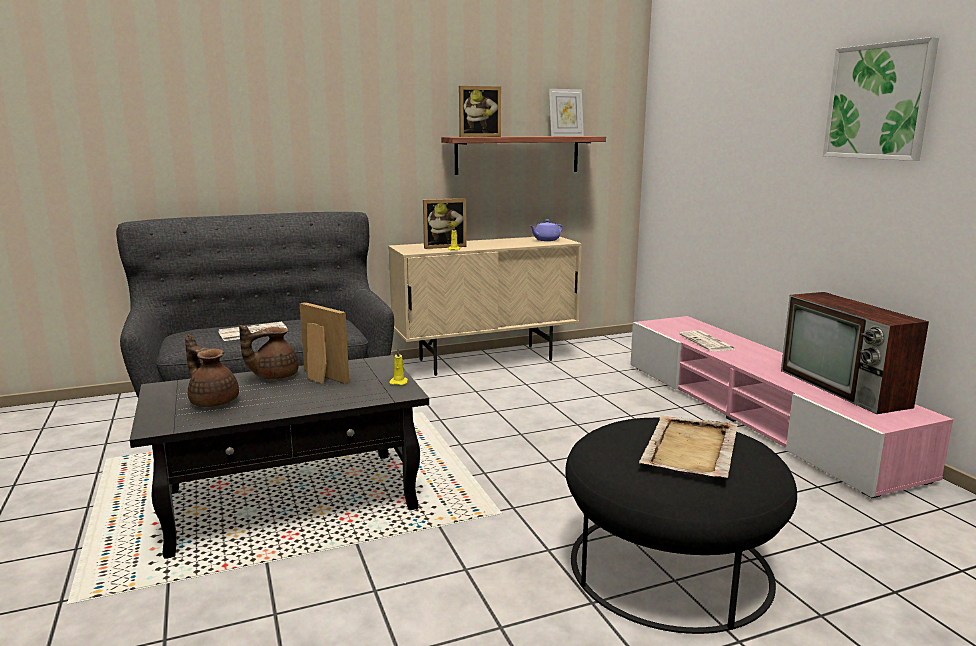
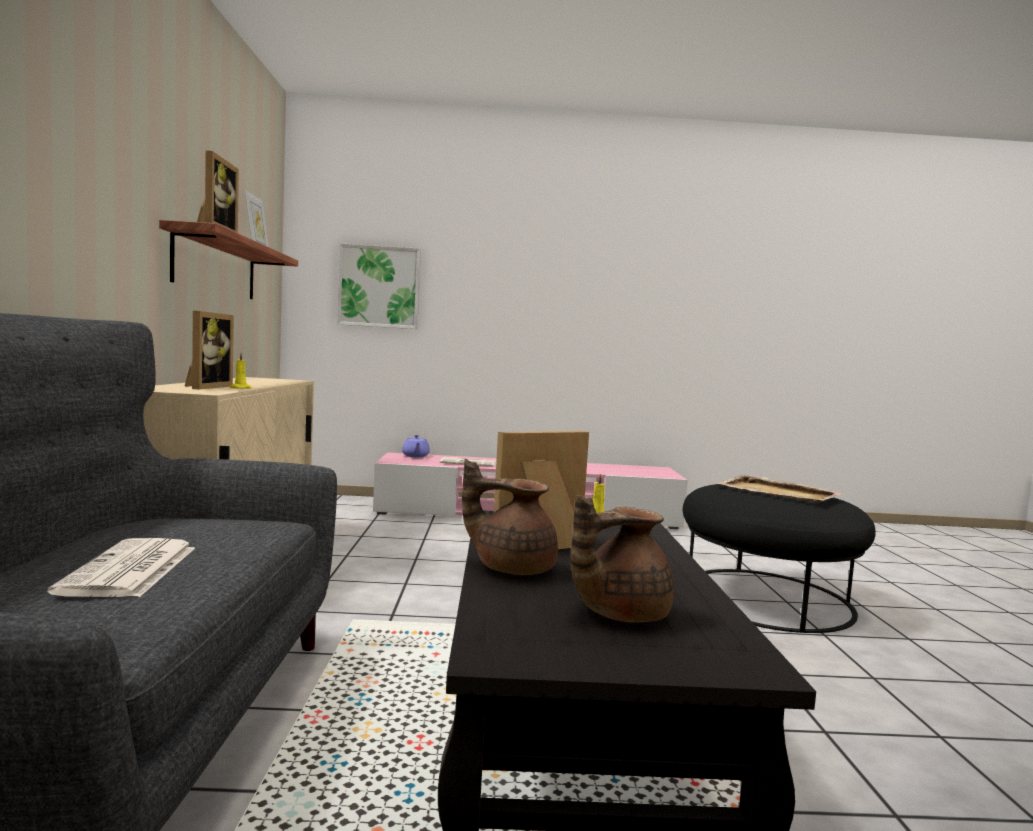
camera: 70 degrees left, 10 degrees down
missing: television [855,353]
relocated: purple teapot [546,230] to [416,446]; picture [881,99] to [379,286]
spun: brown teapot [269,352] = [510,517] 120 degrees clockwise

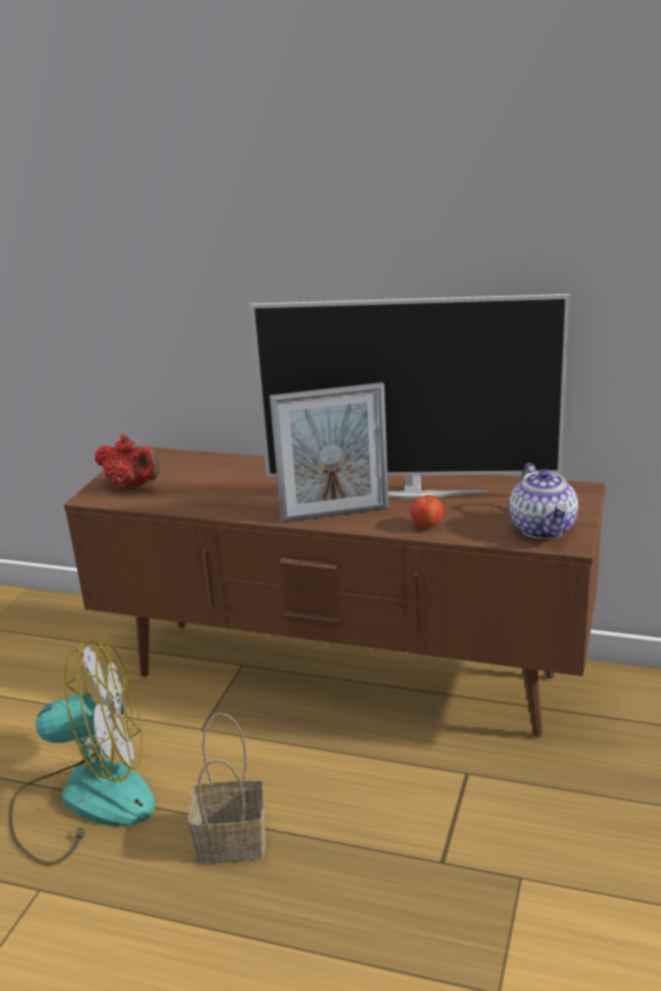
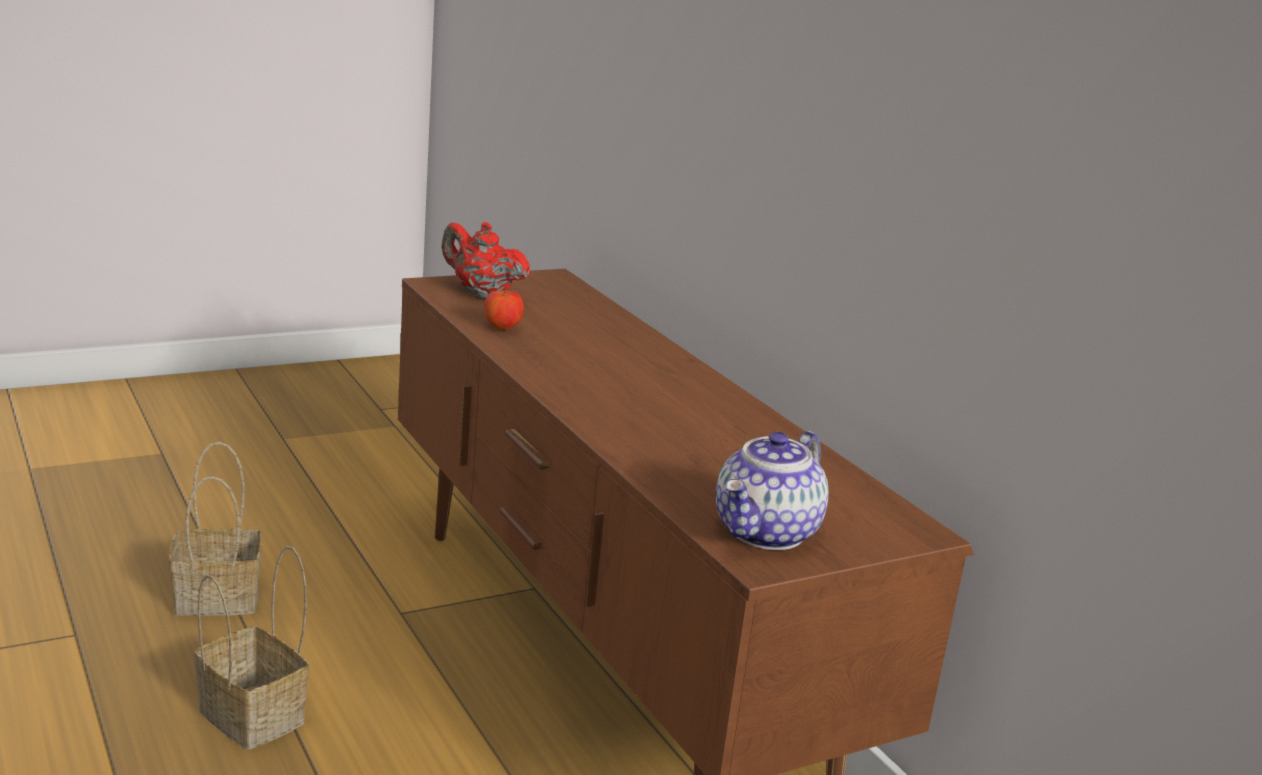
camera: 40 degrees right, 5 degrees down
missing: television [410,396]; picture frame [329,452]
relocated: apple [427,511] to [504,309]
exchanged: fan [82,752] to basket [215,529]
spun: red teapot [127,462] = [486,260] 135 degrees clockwise

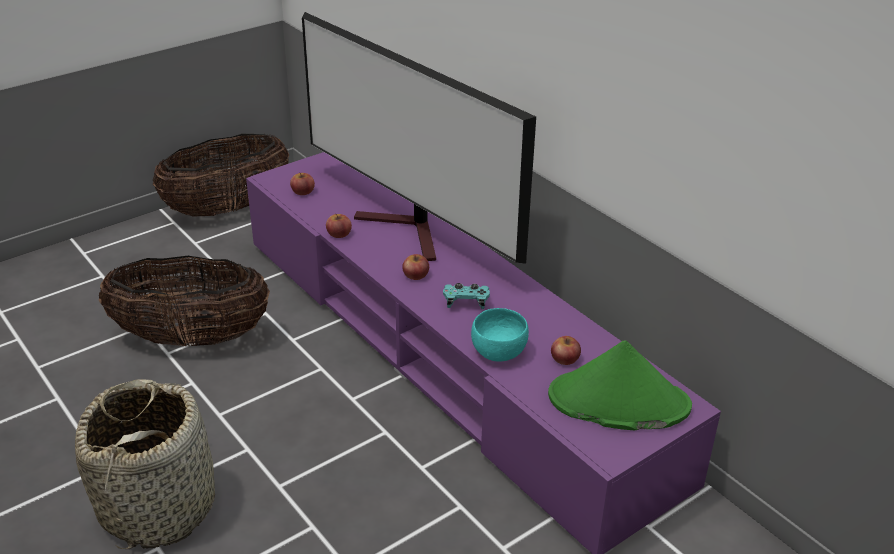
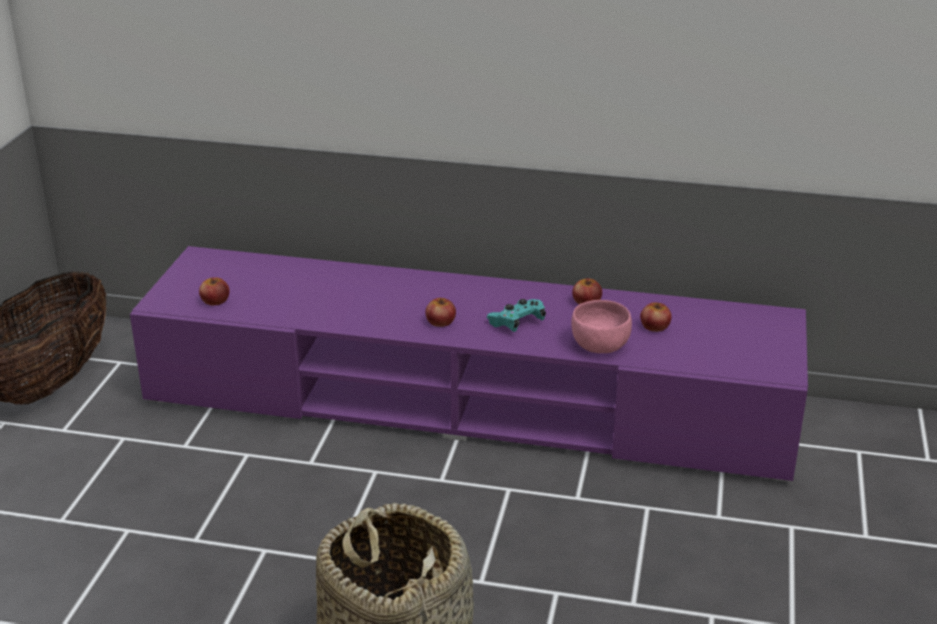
camera: 40 degrees left, 5 degrees down
missing: basket [184,301]; television [419,138]; green hat [620,385]
relocated: apple [339,226] to [587,291]
colour: turquoise bowl [500,335] to pink bowl [601,326]

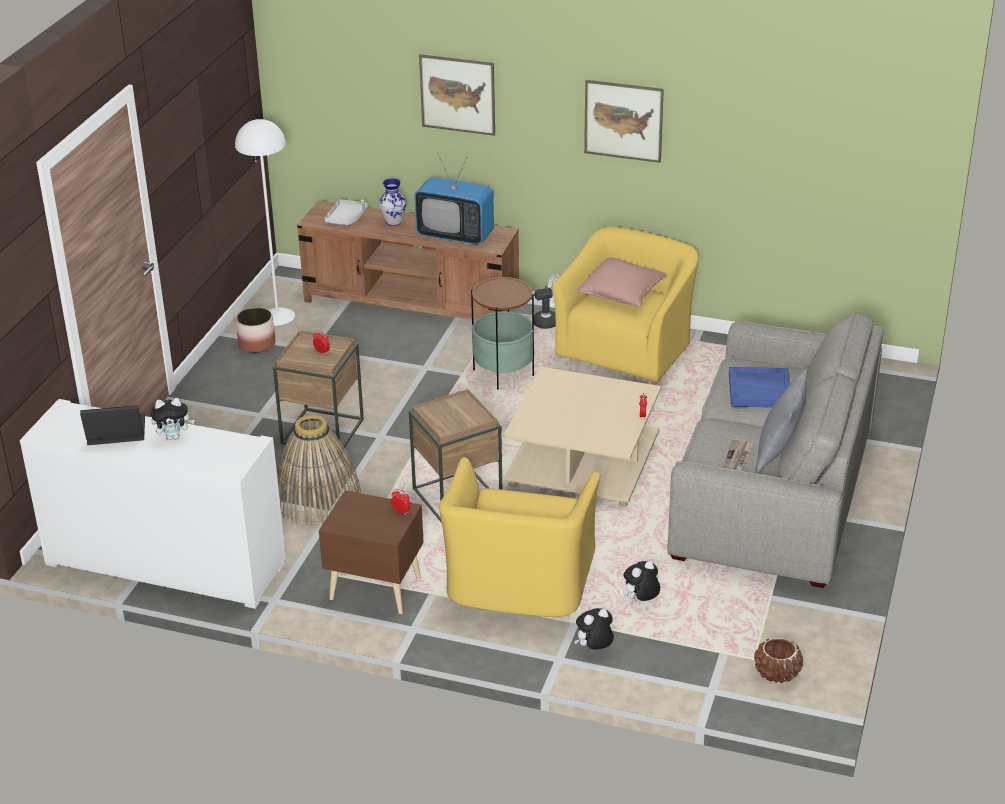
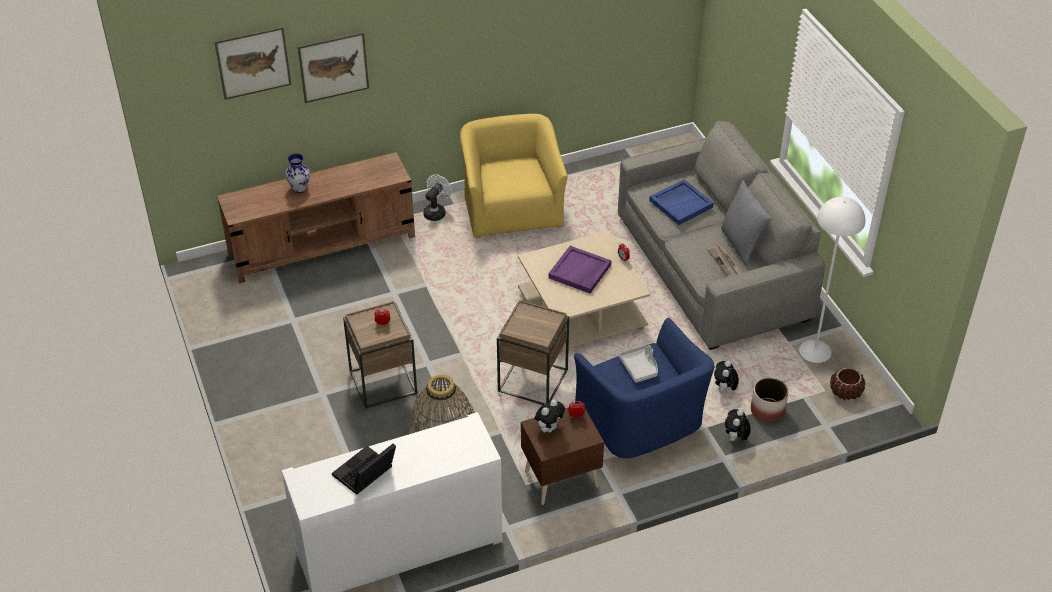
camera: 40 degrees left, 10 degrees up
missing: television [454,199]; side table [502,333]; pink pillow [621,282]
appeared: purple tray [579,270]
relocated: plush toy [172,419] to [550,416]; white floor lamp [265,222] to [832,280]; planter [255,330] to [769,400]; grey tray [346,212] to [638,364]; picture [624,121] to [252,63]
colour: yellow armchair [520,537] to blue armchair [644,388]

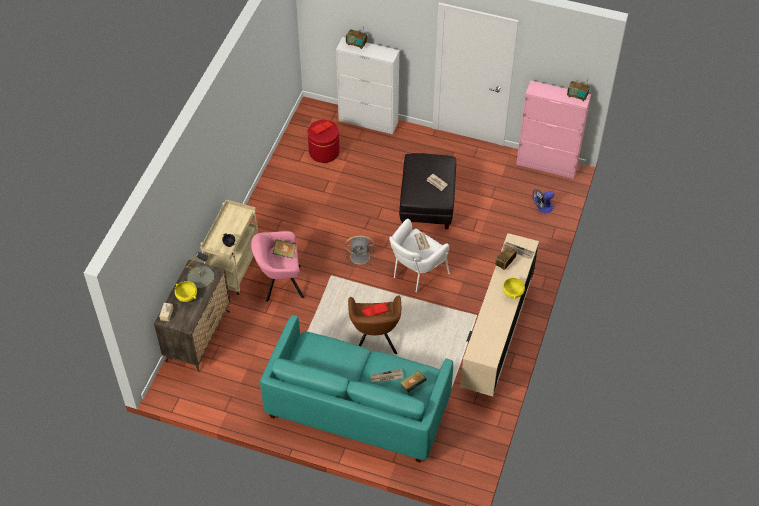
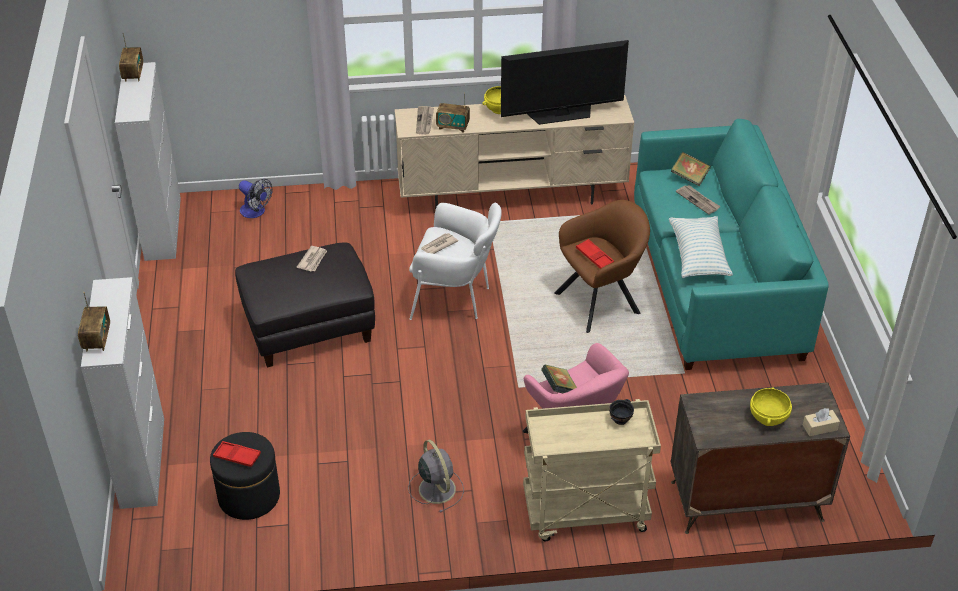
camera: 115 degrees left, 10 degrees down
missing: grey table lamp [200,269]
appeared: television [565,82]; pillow [701,247]
relocated: grey fan [360,252] to [436,476]
colour: red ottoman [324,141] to black ottoman [245,476]; pink cabinet [553,129] to white cabinet [148,161]

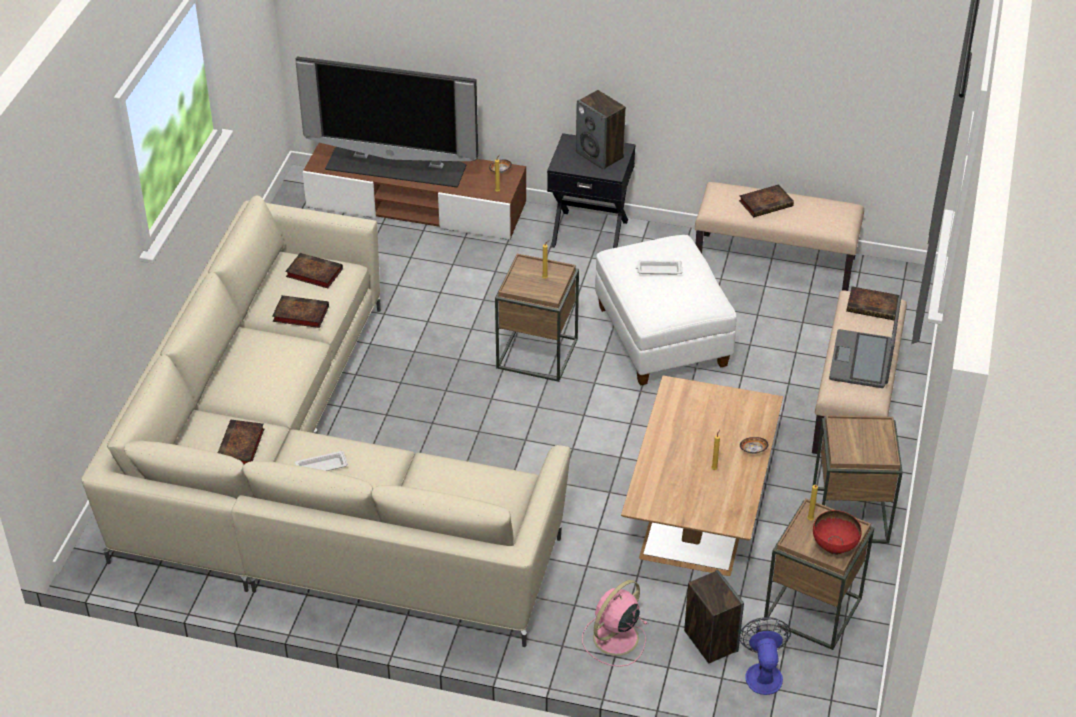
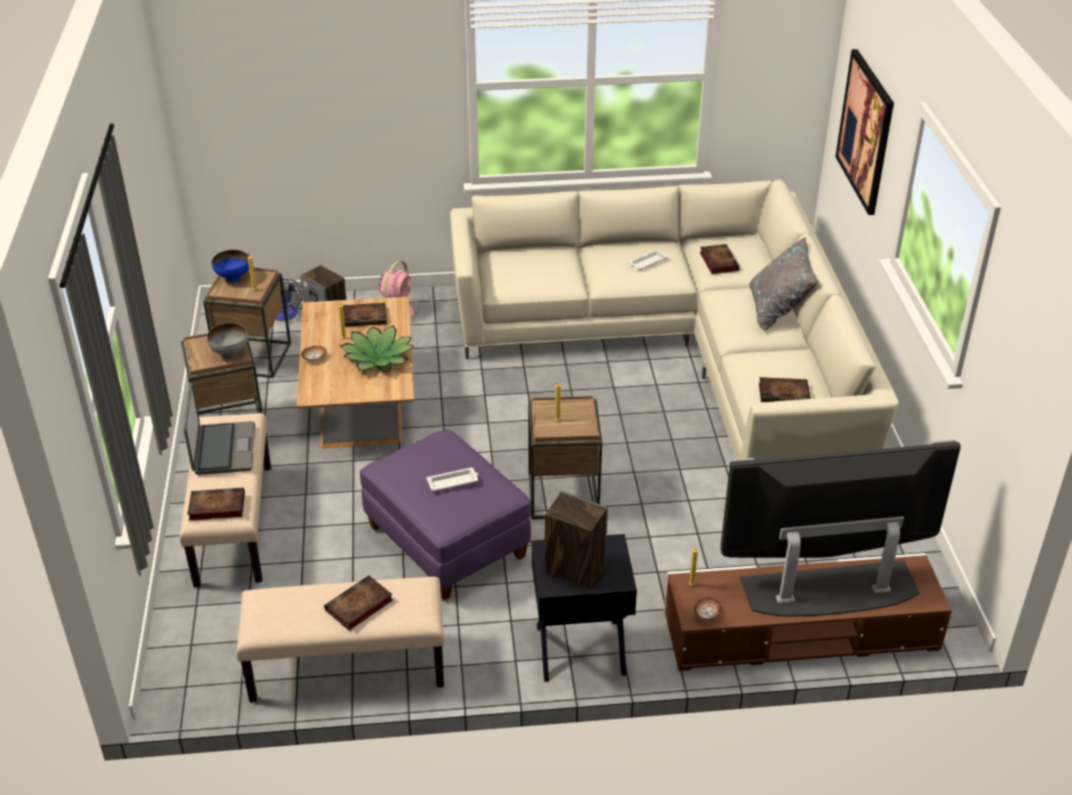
camera: 160 degrees right, 5 degrees down
appeared: grey bowl [227,341]; potted plant [377,348]; grey pillow [784,284]; picture [864,132]
relocated: book [300,311] to [365,315]
colour: white ottoman [666,310] to purple ottoman [445,515]; red bowl [837,532] to blue bowl [230,266]

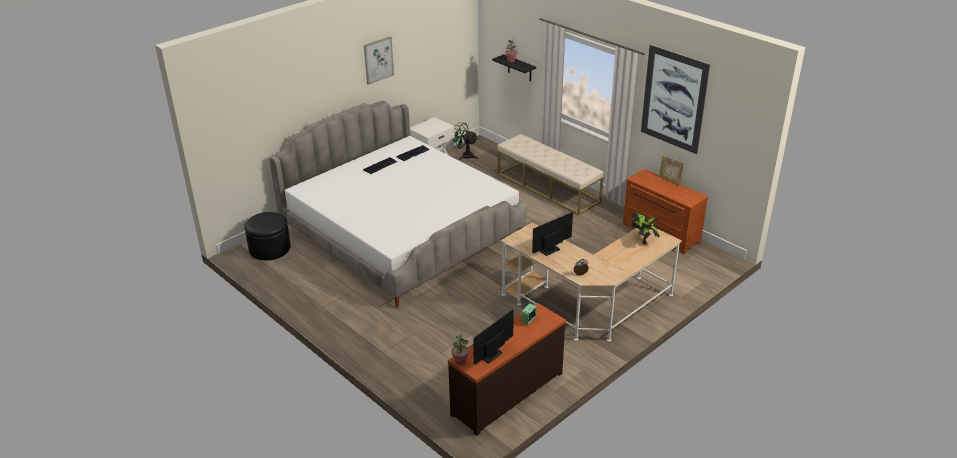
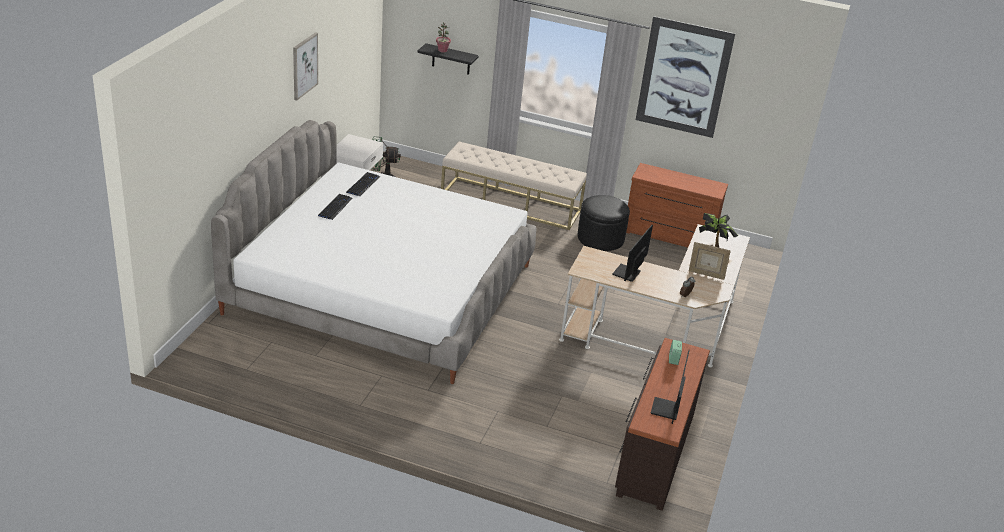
camera: 30 degrees left, 0 degrees up
missing: potted plant [460,349]
relocated: black ottoman [267,236] to [604,223]; picture frame [671,170] to [710,261]

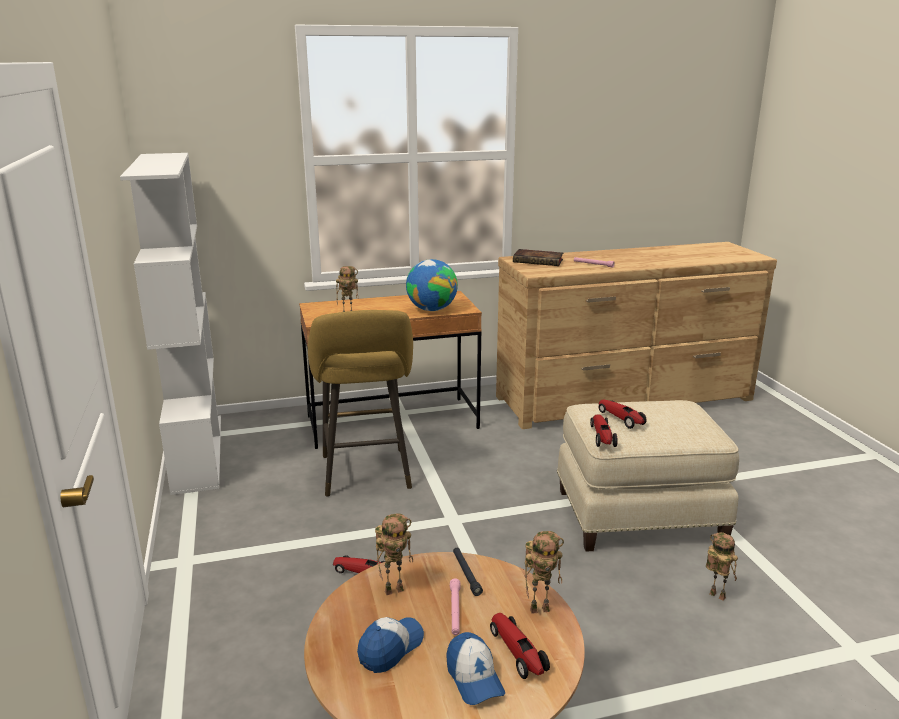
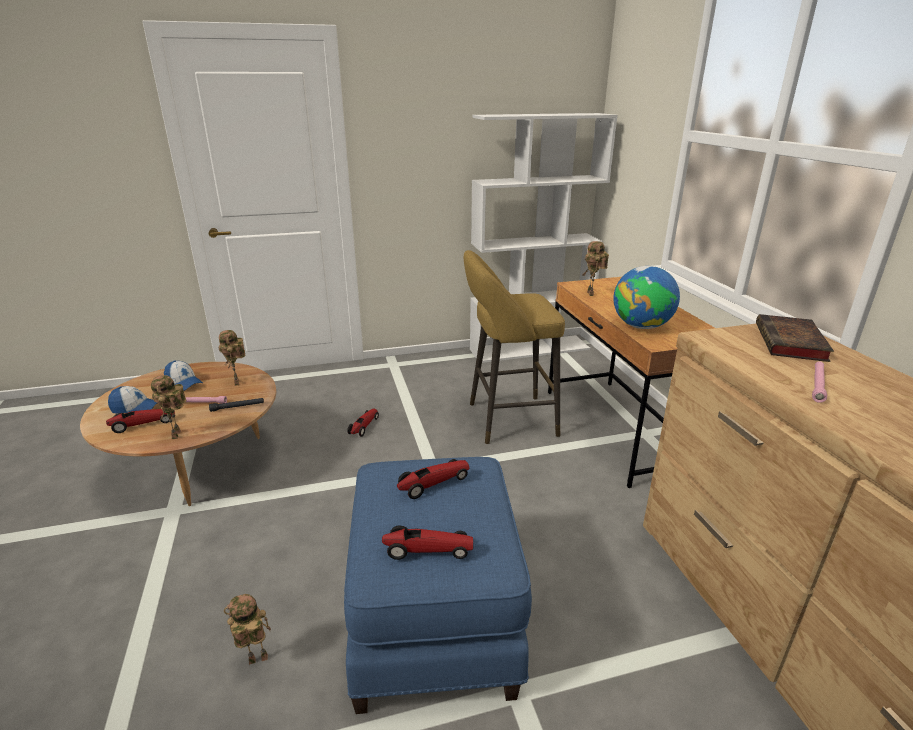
camera: 90 degrees right, 5 degrees up
relocated: toy car [604,430] to [427,542]
colour: beige ottoman [648,476] to blue ottoman [438,585]
spun: cap [475,668] = [132,400] 150 degrees counterclockwise; toy robot [722,566] = [247,629] 150 degrees counterclockwise

